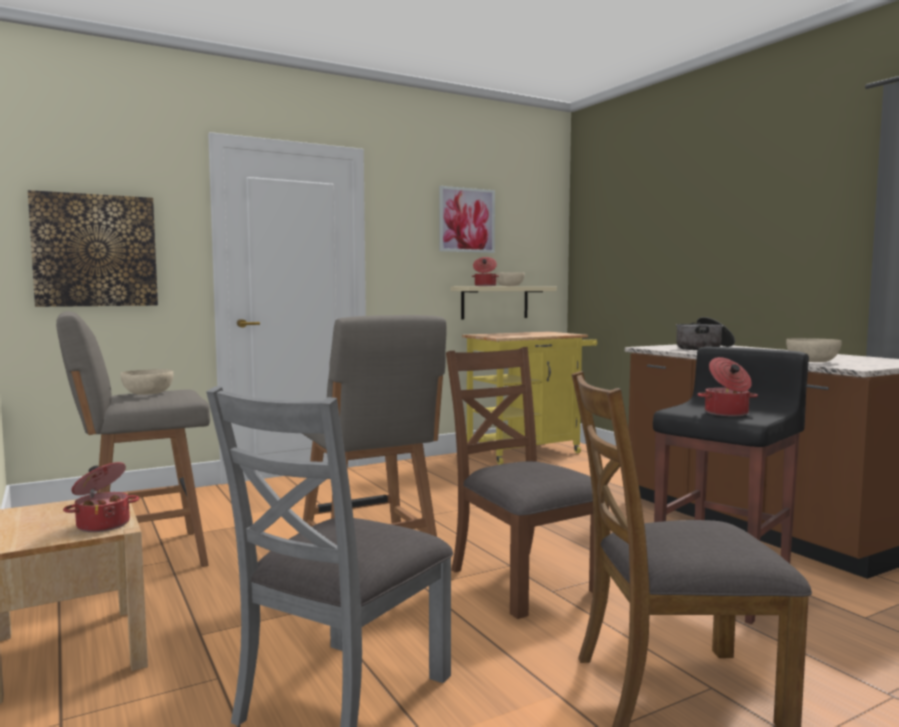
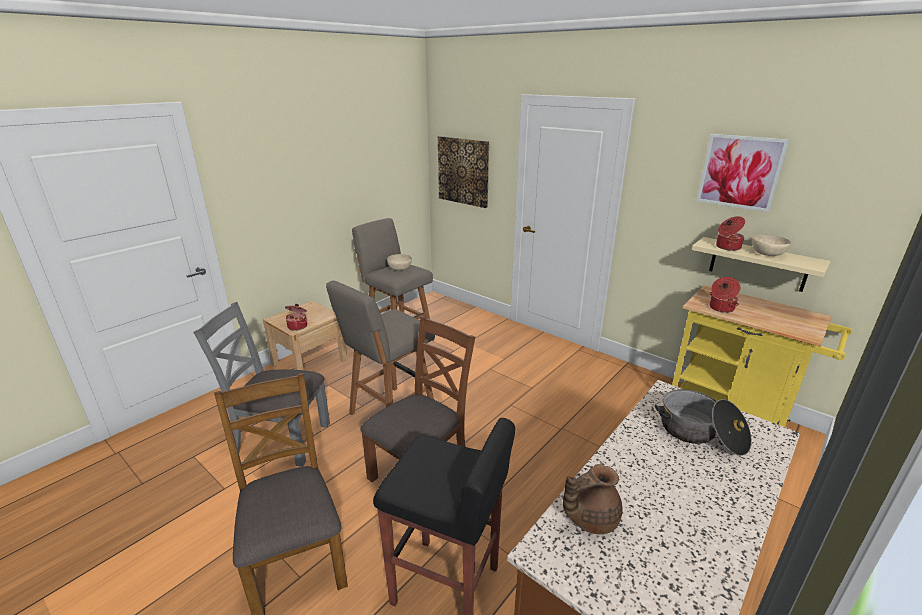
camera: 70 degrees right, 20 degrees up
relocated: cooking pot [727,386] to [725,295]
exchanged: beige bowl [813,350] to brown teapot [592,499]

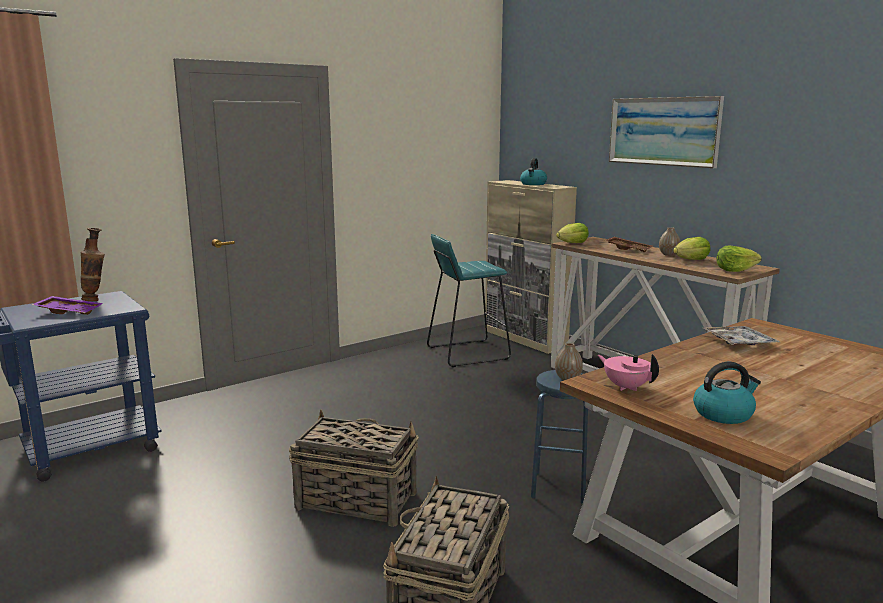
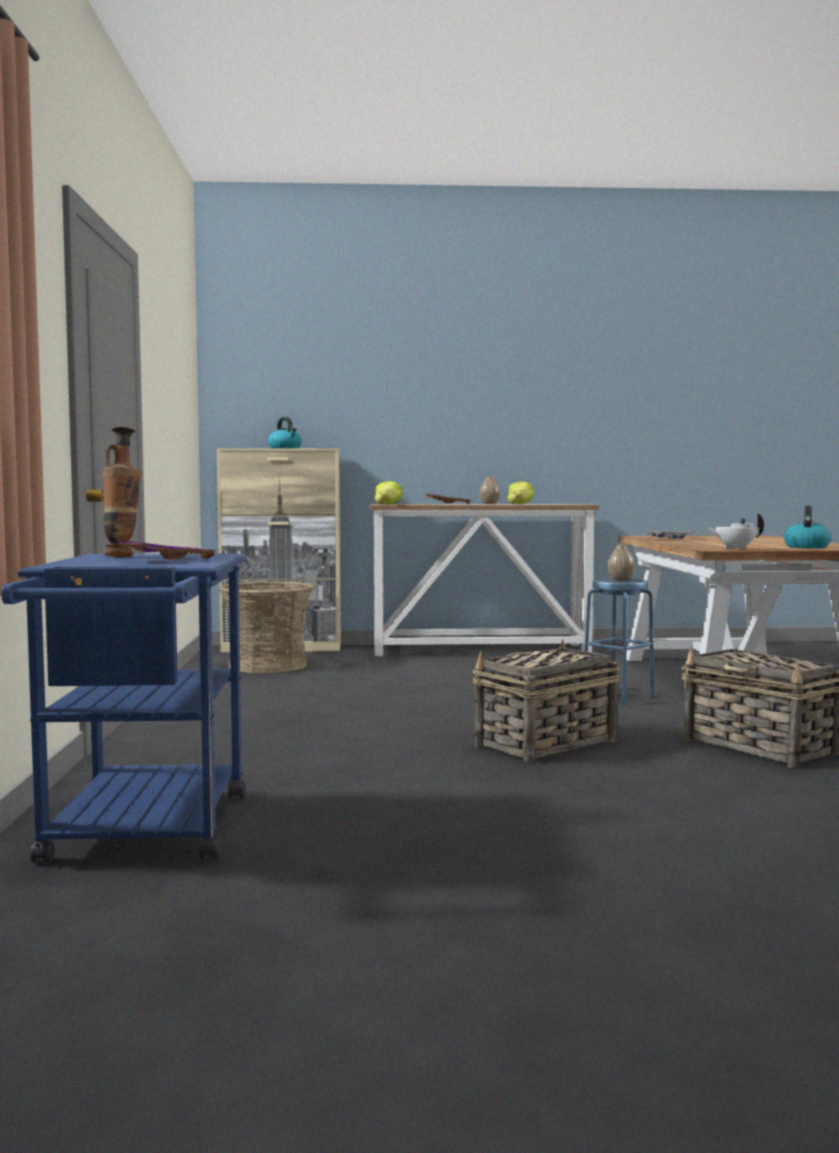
camera: 55 degrees left, 10 degrees down
missing: picture [666,132]; lettuce [739,259]
exchanged: turquoise stool [469,300] to basket [267,627]
colour: pink teapot [628,372] to white teapot [735,531]

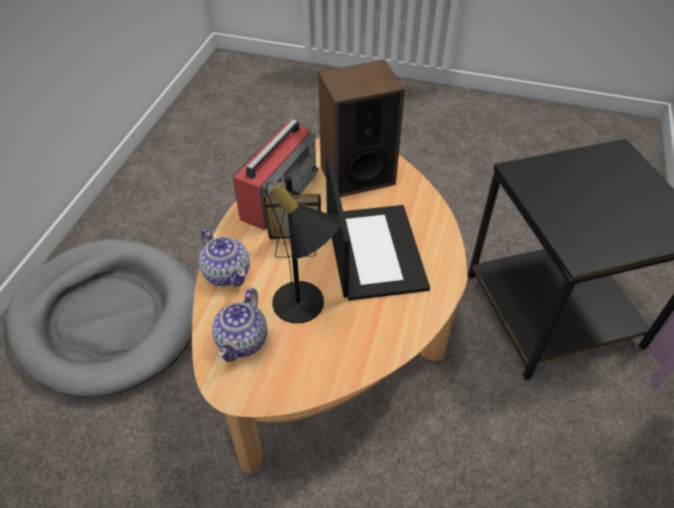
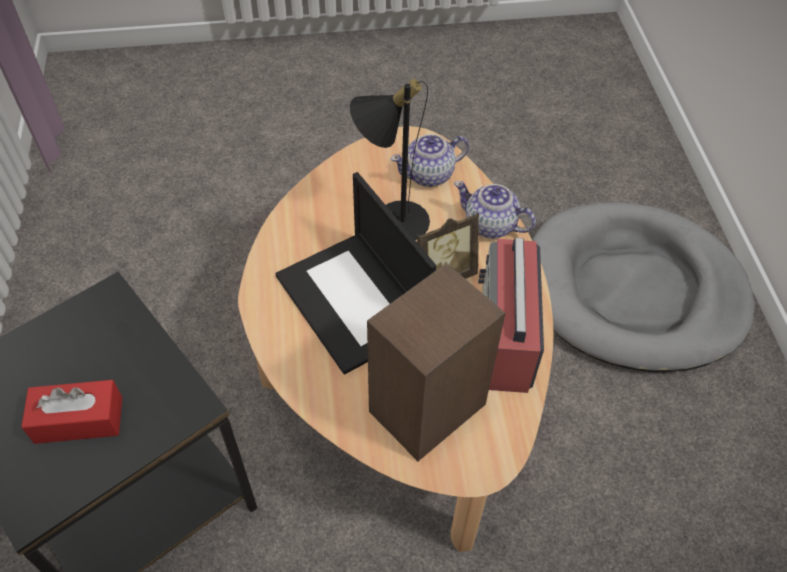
camera: 155 degrees right, 5 degrees up
appeared: red tissue box [71,412]
spun: teapot [240,325] = [430,160] 105 degrees counterclockwise

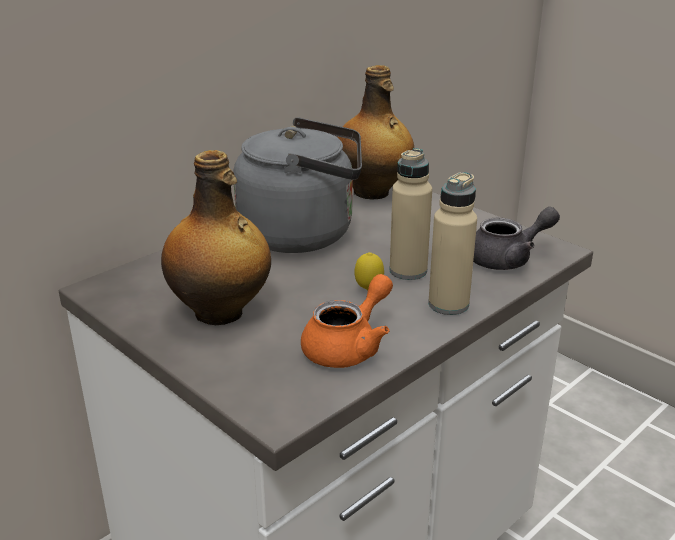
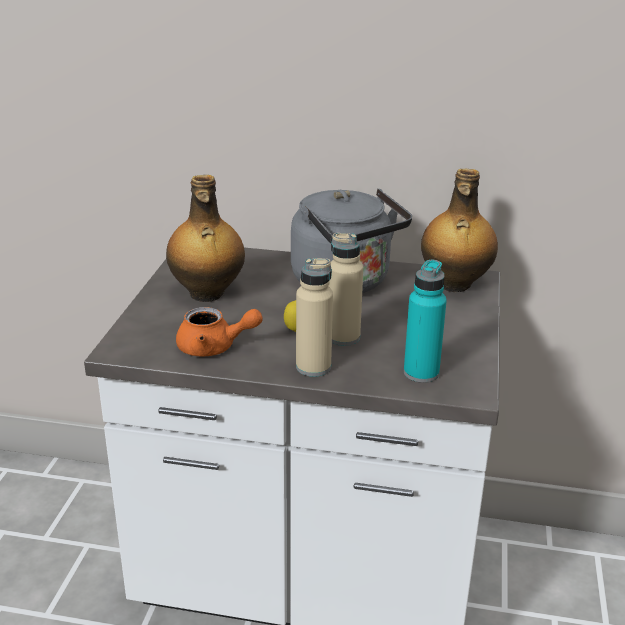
camera: 55 degrees right, 0 degrees up
exchanged: grey teapot [516,238] to turquoise bottle [425,321]

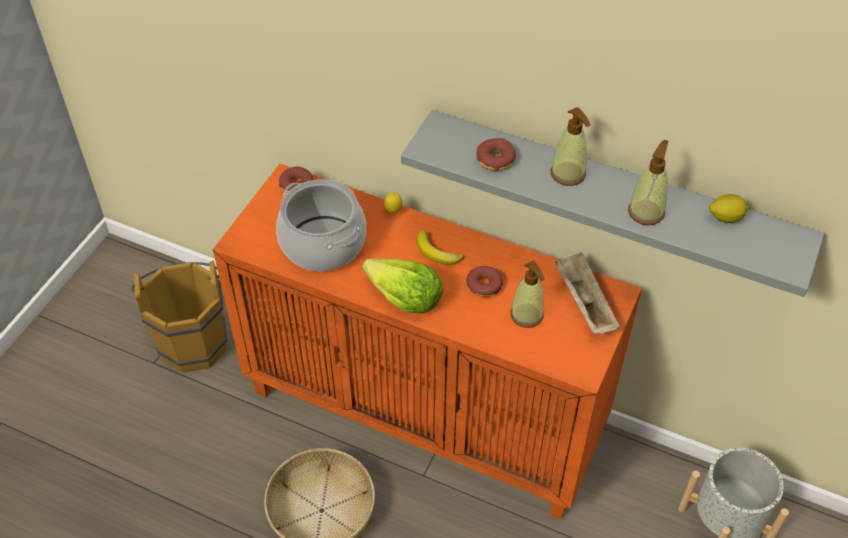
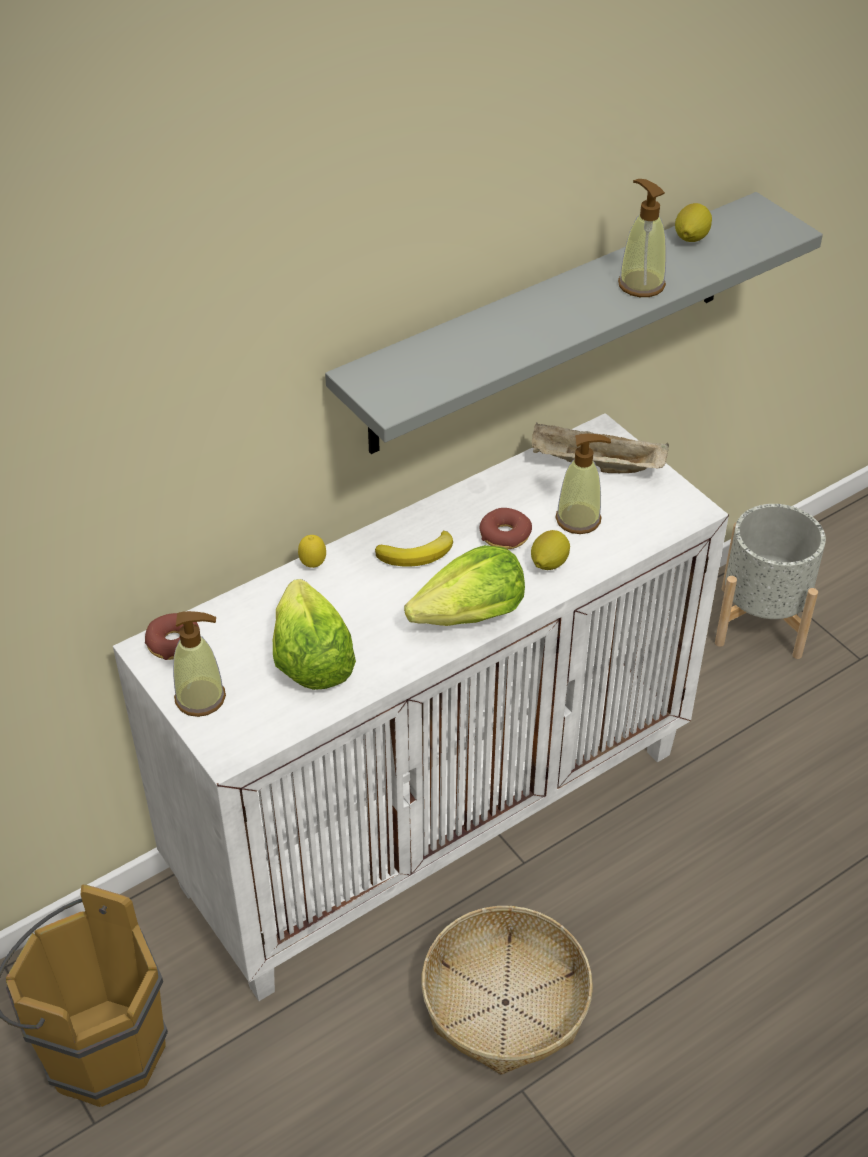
camera: 60 degrees left, 5 degrees down
missing: donut [496,154]
appeared: lemon [550,550]
relocated: soap dispenser [570,146] to [199,664]
exchanged: cooking pot [321,225] to lettuce [314,634]
colour: orange cabinet [427,341] to white cabinet [421,707]

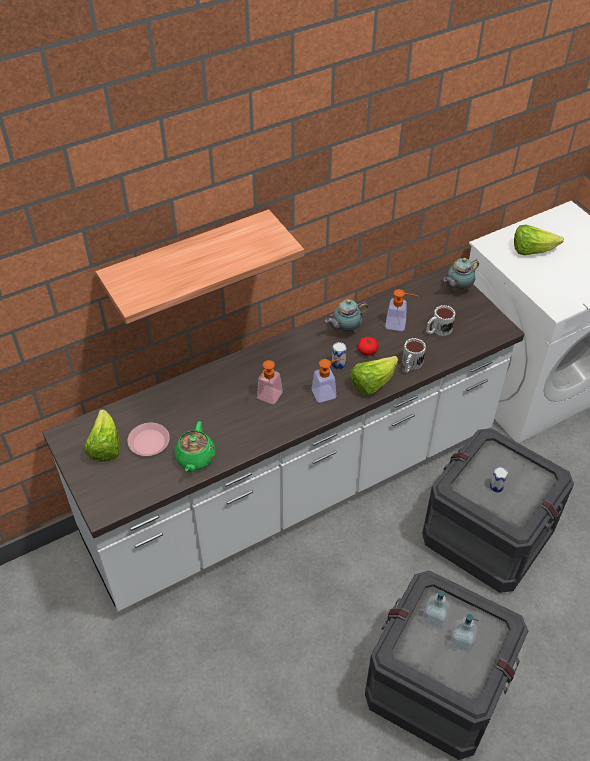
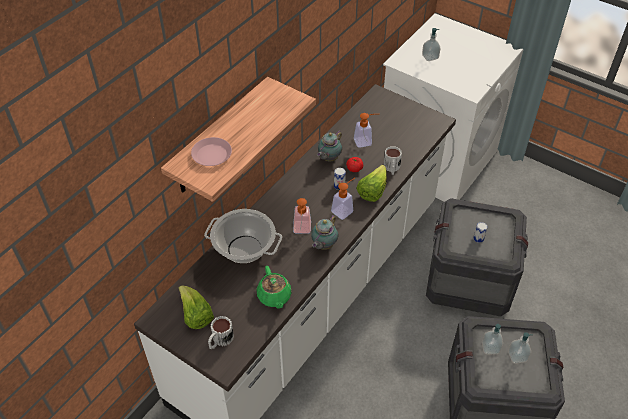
camera: 25 degrees left, 0 degrees up
appeared: cooking pot [243,236]
relocated: pink plate [148,439] to [211,151]; mug [441,320] to [221,332]; teapot [461,275] to [324,232]
exchanged: lettuce [539,239] to soap dispenser [431,44]

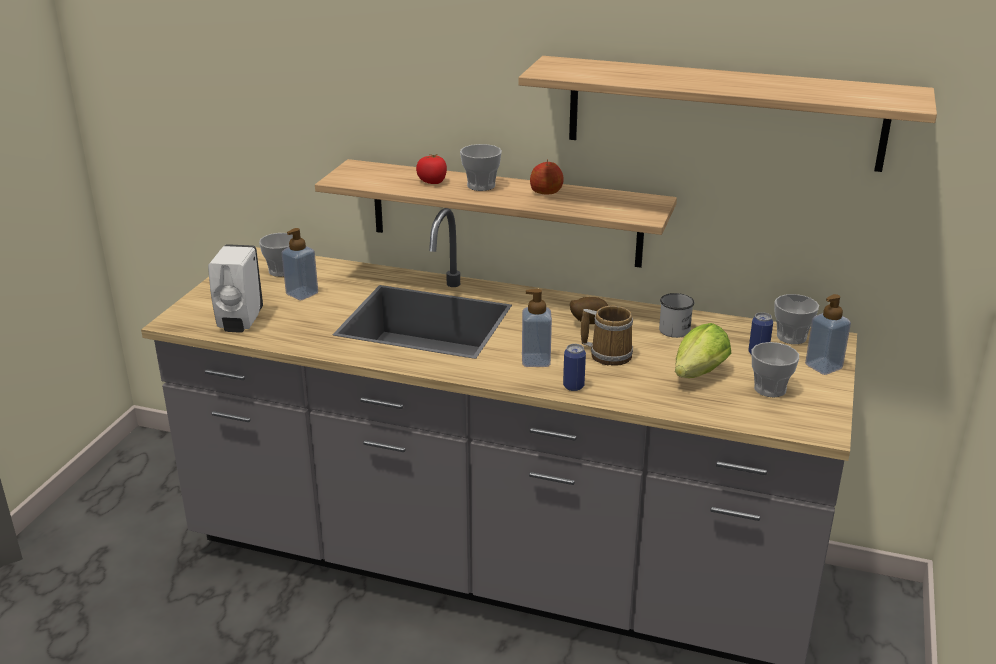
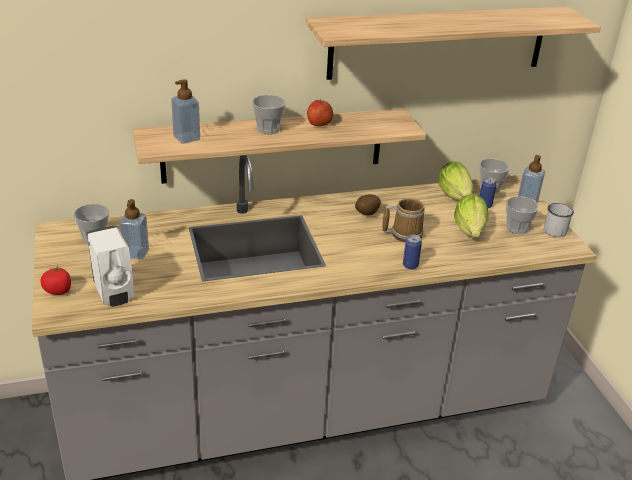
camera: 35 degrees left, 5 degrees up
appeared: lettuce [455,180]
relocated: tomato [431,169] to [55,280]; soap dispenser [537,328] to [185,111]; white mug [677,315] to [559,220]

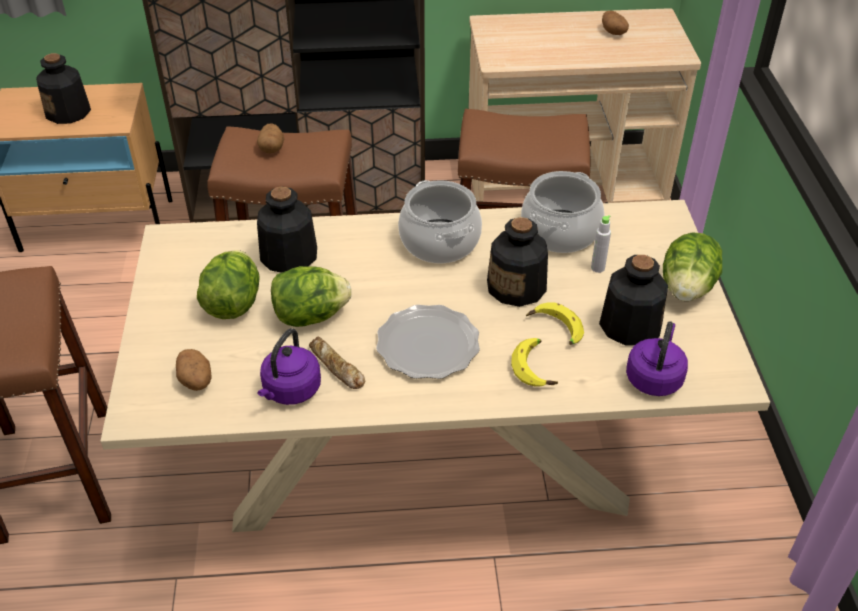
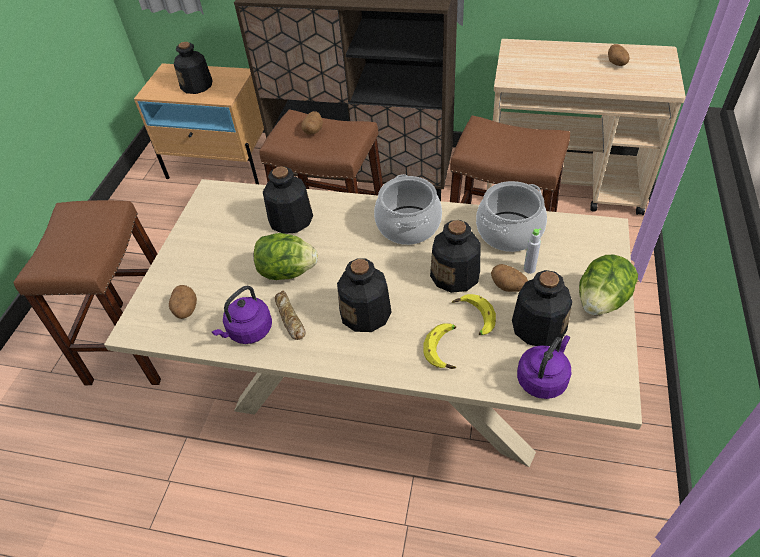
camera: 20 degrees right, 5 degrees up
missing: lettuce [228,284]
appeared: potato [509,278]
exchanged: plate [428,342] to bottle [364,295]

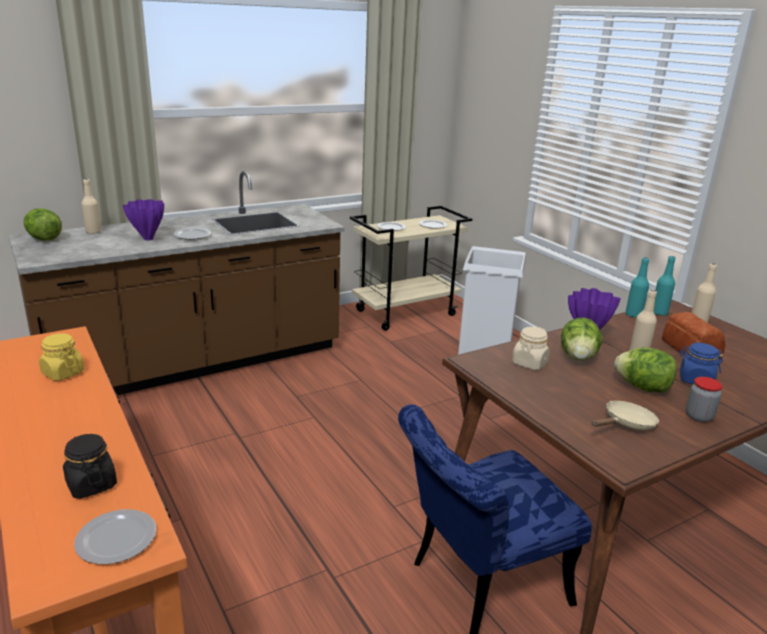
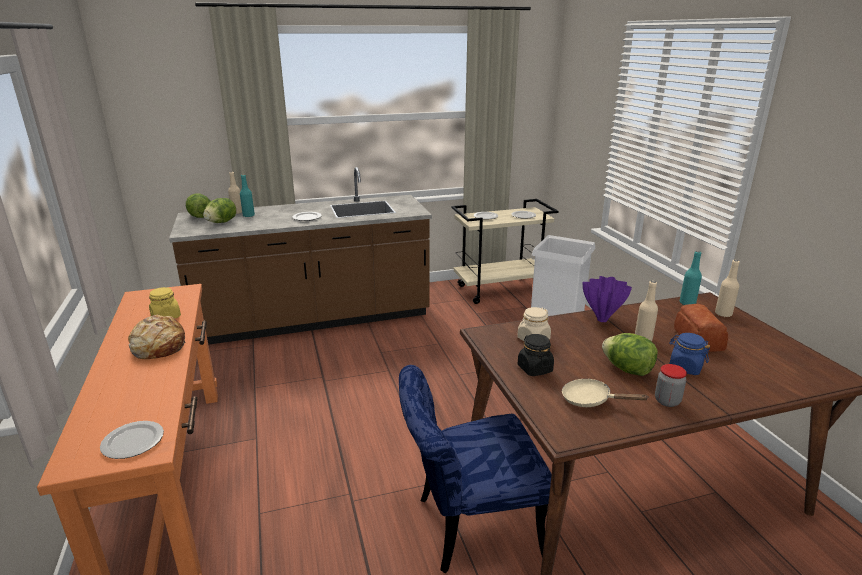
camera: 15 degrees right, 0 degrees up
missing: purple vase [143,220]
appeared: bread [157,337]
relocated: black jar [90,466] to [536,355]; lettuce [581,339] to [219,210]; turquoise bottle [637,287] to [247,195]
spun: beige frying pan [625,415] = [605,392] 135 degrees counterclockwise

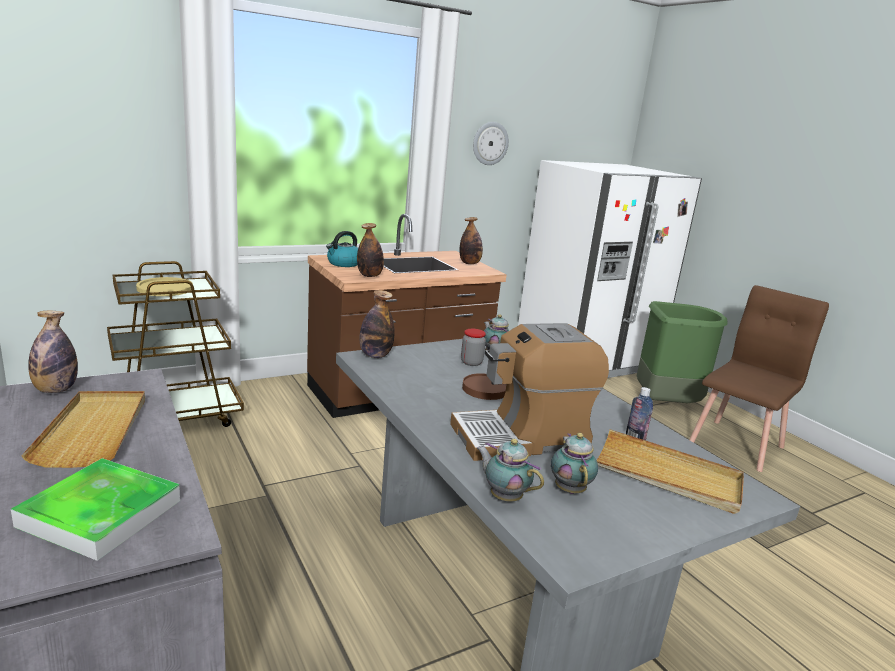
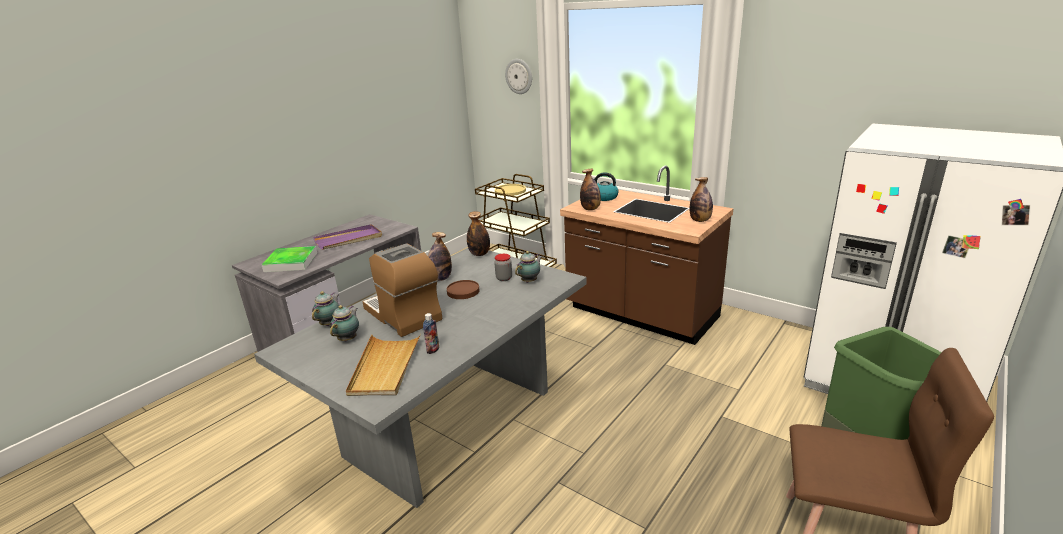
camera: 70 degrees right, 5 degrees up
relocated: bottle [53,352] to [440,256]; wall clock [491,143] to [518,76]
colour: beige tray [83,429] to purple tray [347,237]
spun: teapot [574,463] = [344,323] 45 degrees counterclockwise

